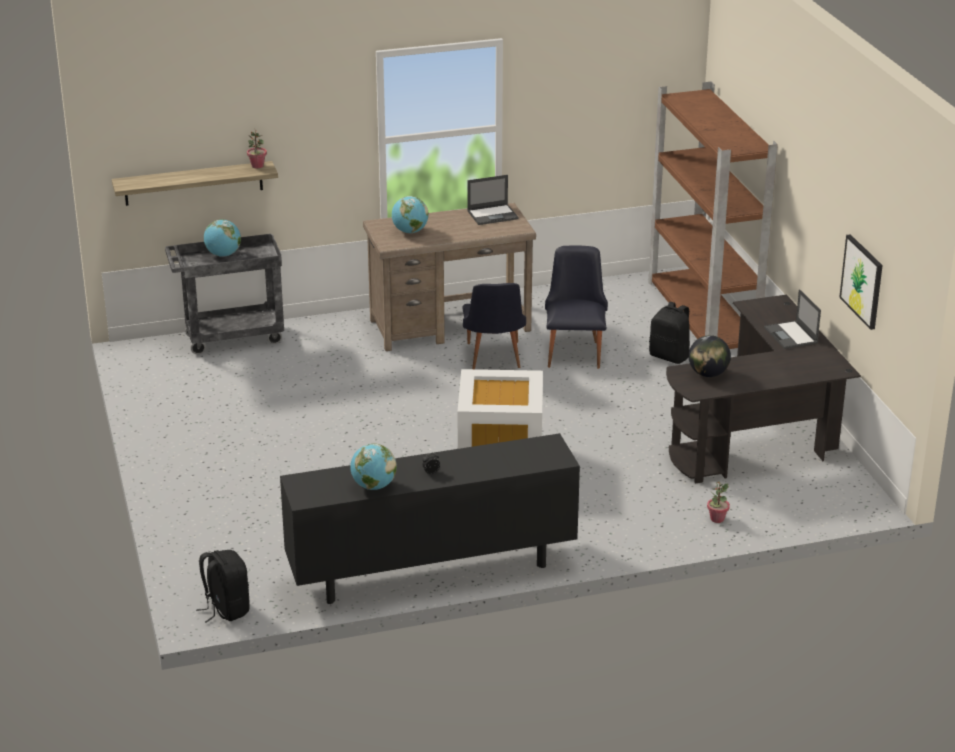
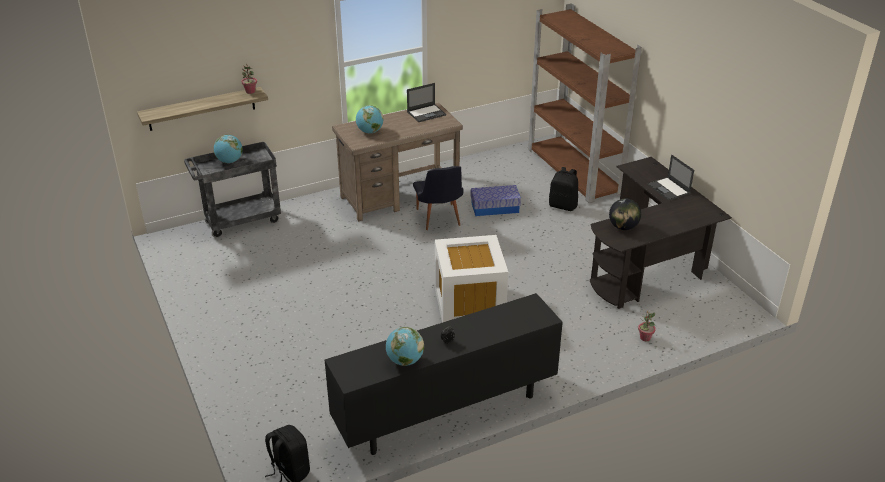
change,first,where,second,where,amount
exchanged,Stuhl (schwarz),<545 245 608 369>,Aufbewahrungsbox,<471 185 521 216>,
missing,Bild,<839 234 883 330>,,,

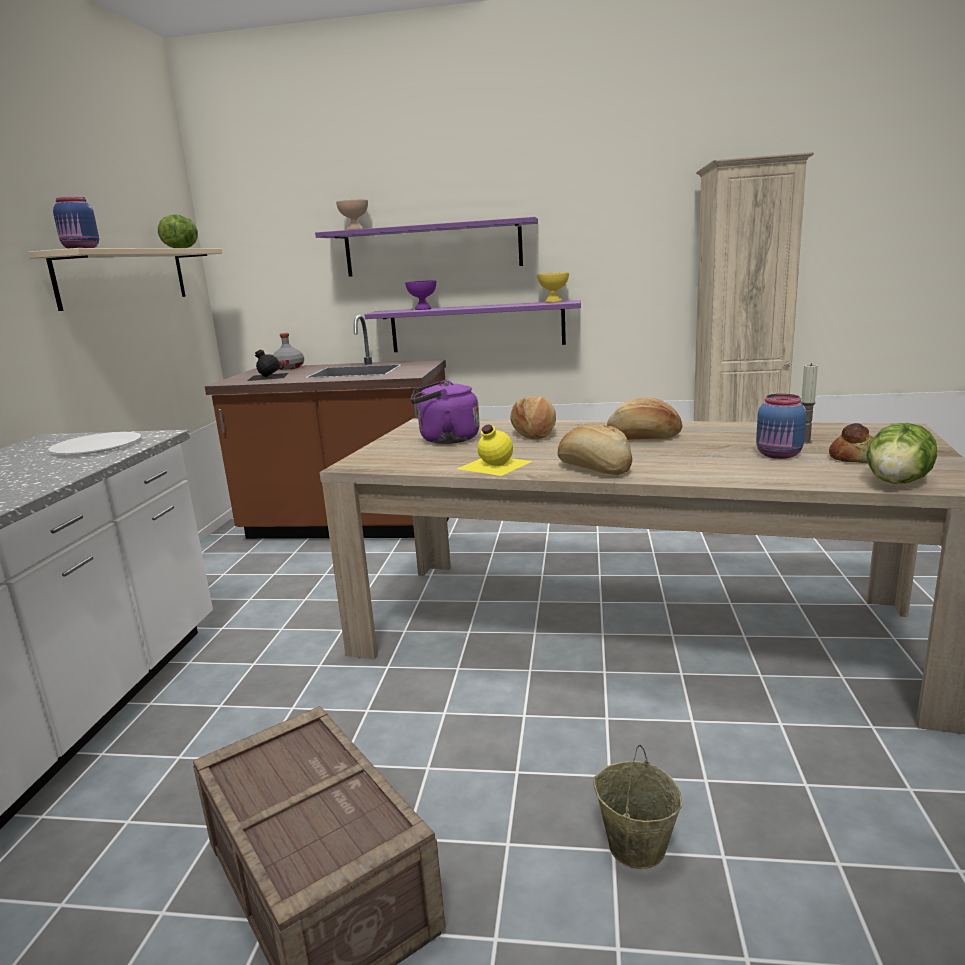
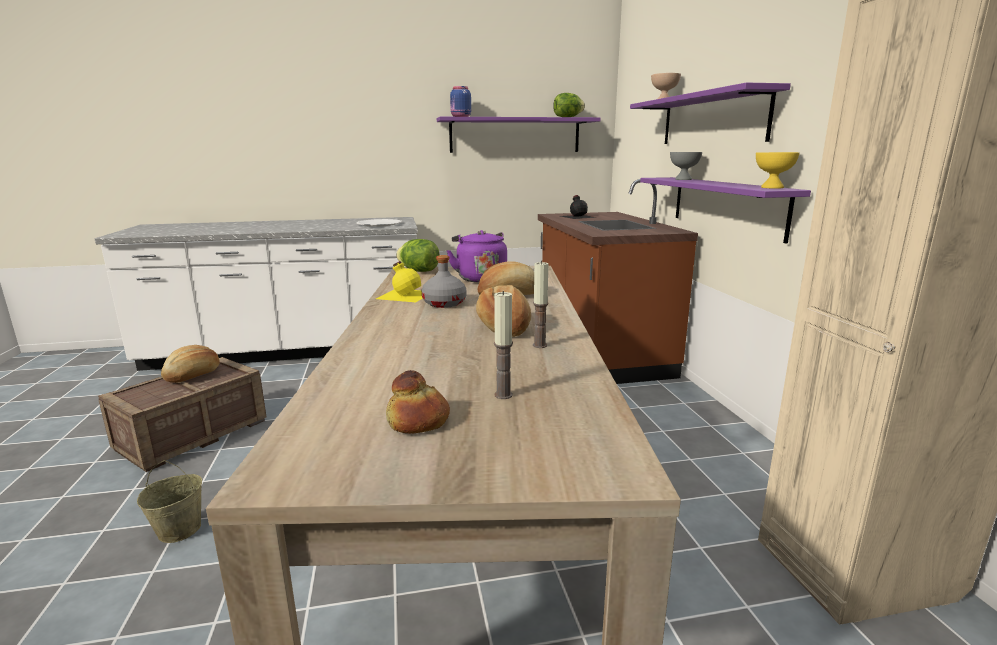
change,first,where,second,where,amount
colour,Wandregal (beige),<29 248 222 311>,Wandregal (lila),<437 117 601 153>,
relocated,Flasche (grau),<273 333 304 370>,,<421 255 467 308>,
colour,Schüssel (lila),<405 280 436 310>,Schüssel (grau),<670 152 702 180>,
relocated,Brot,<558 424 632 475>,,<161 345 220 383>,
missing,Vorratsglas (blau),<756 394 806 459>,,,
relocated,Salatkopf,<866 423 937 484>,,<396 239 440 272>,
appeared,,,Kerze,<533 261 548 348>,

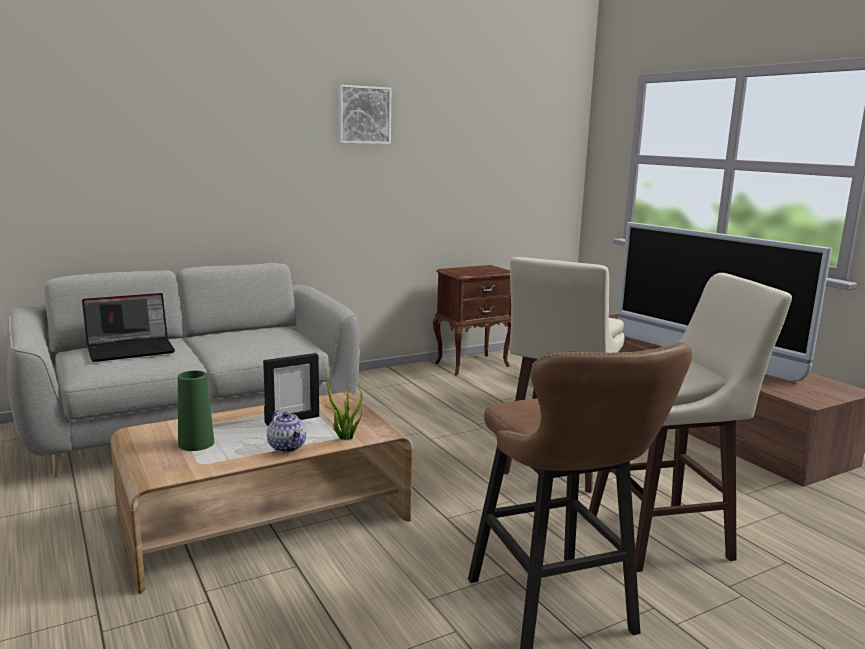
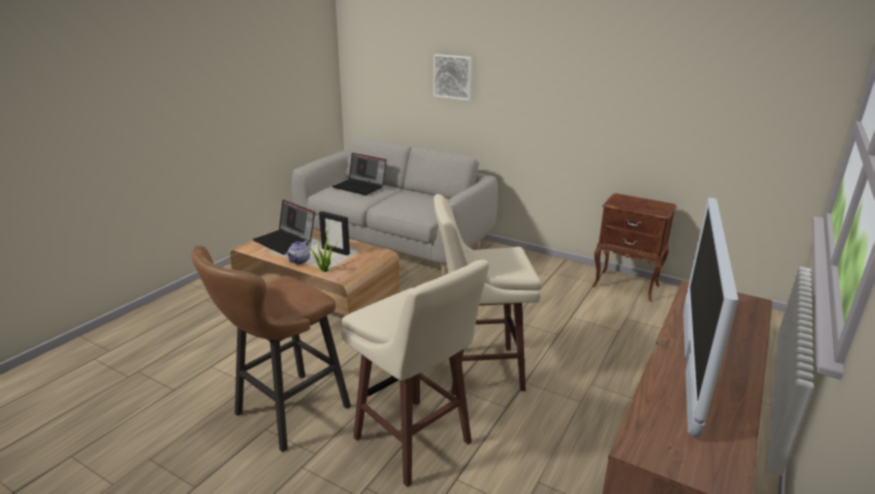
change,first,where,second,where,amount
exchanged,Vase (grün),<178 371 214 451>,Laptop,<253 200 315 255>,
relocated,Bild,<338 85 391 144>,,<433 54 473 101>,

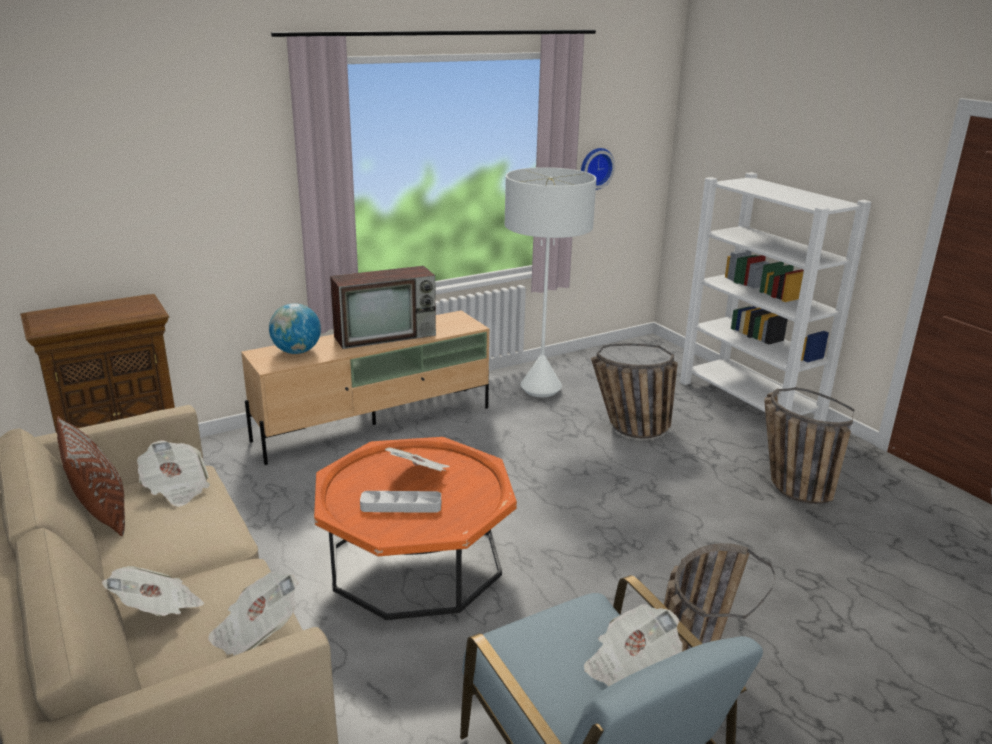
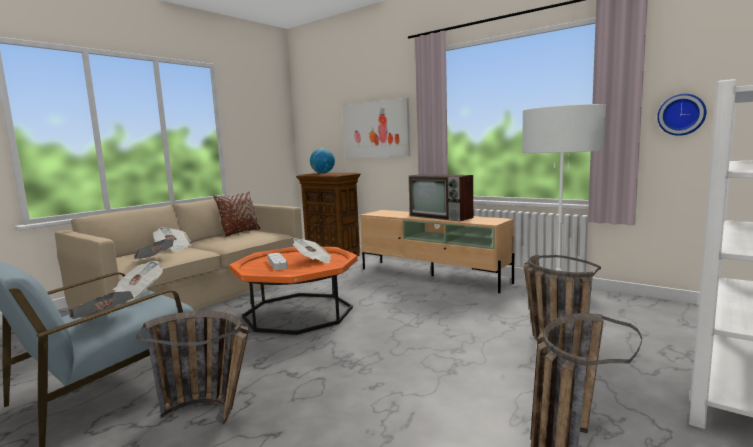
change,first,where,second,where,amount
relocated,Zeitung,<137 440 210 507>,,<113 261 163 302>,
relocated,Globus,<269 303 321 354>,,<310 148 335 173>,
appeared,,,Bild,<342 98 410 158>,

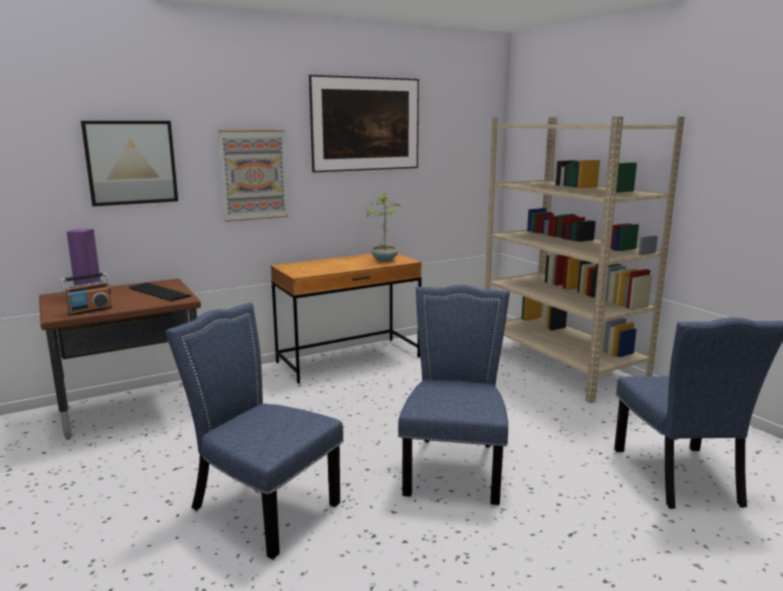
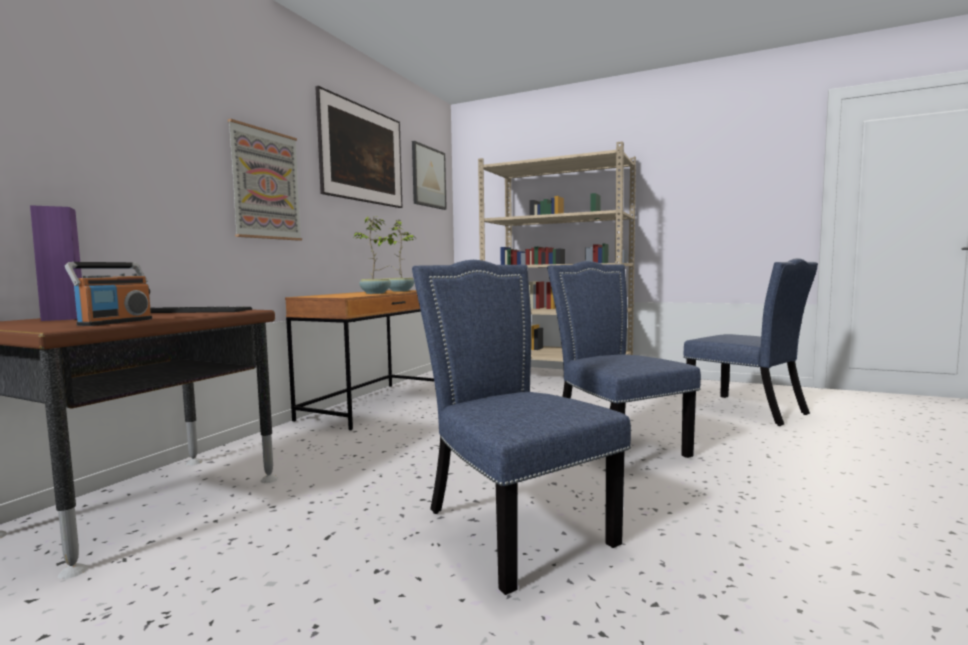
change,first,where,second,where,amount
relocated,Bild,<81 121 178 206>,,<412 141 447 210>,
spun,Stuhl (blau),<165 302 344 559>,,<412 260 631 595>,60 degrees clockwise
appeared,,,Topfpflanze,<354 216 397 294>,

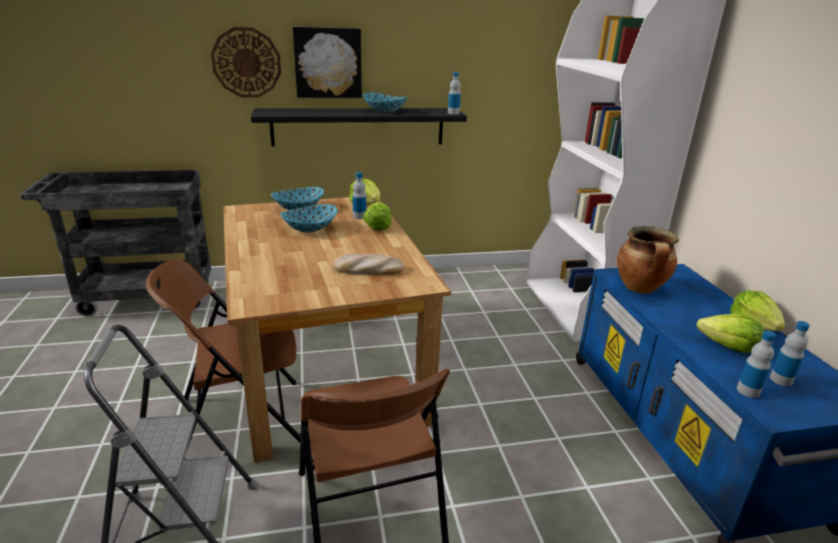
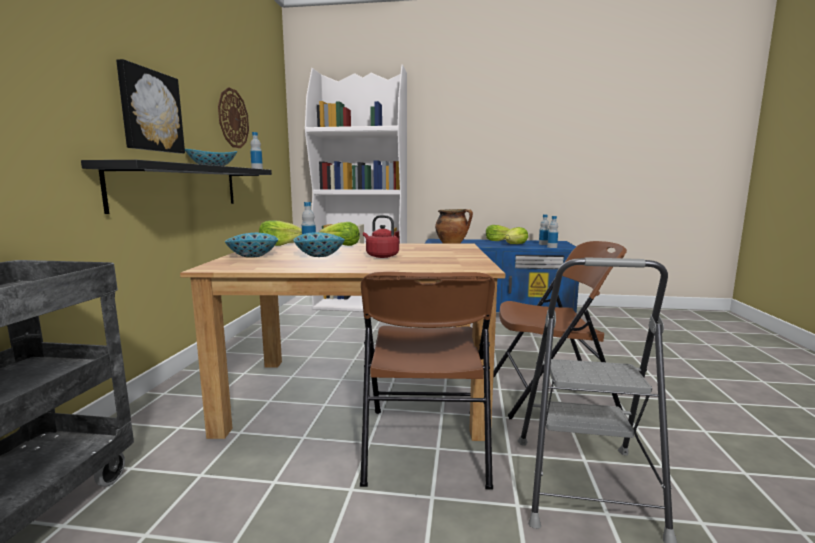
change,first,where,second,where,amount
relocated,Wanduhr,<211 27 281 98>,,<218 87 249 148>,
missing,Brot,<333 253 404 275>,,,
appeared,,,Wasserkessel (rot),<363 215 399 258>,

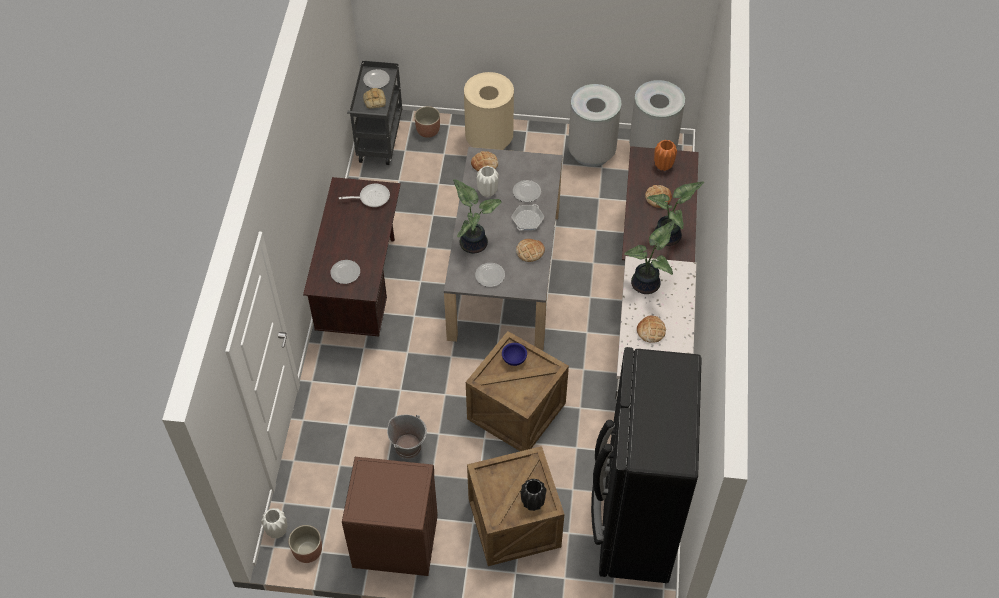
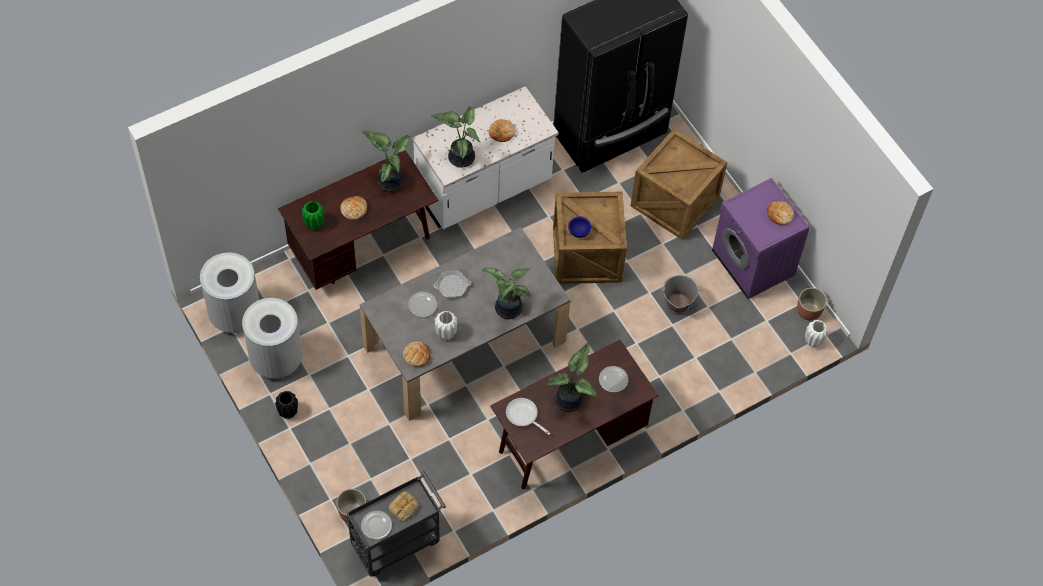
change,first,where,second,where,amount
colour,Waschmaschine (braun),<342 457 438 576>,Waschmaschine (lila),<712 178 810 299>,
missing,Mülleimer (beige),<464 72 514 150>,,,
missing,Teller,<475 263 505 287>,,,
relocated,Brot,<516 239 545 262>,,<767 201 794 225>,
relocated,Vase (schwarz),<521 479 547 511>,,<275 391 298 419>,
colour,Vase (orange),<654 140 677 171>,Vase (grün),<302 201 324 230>,
appeared,,,Topfpflanze,<548 342 597 412>,

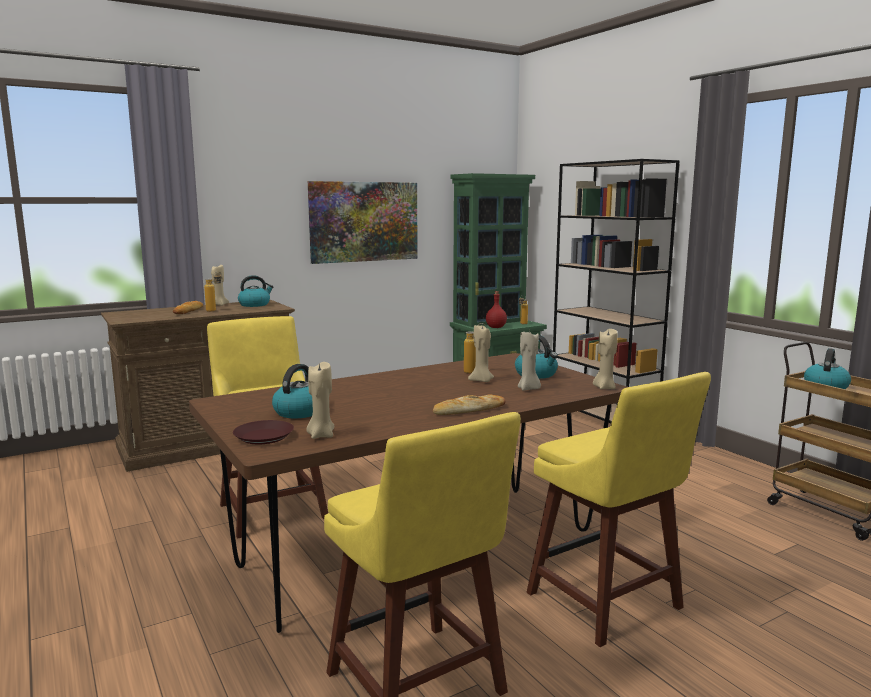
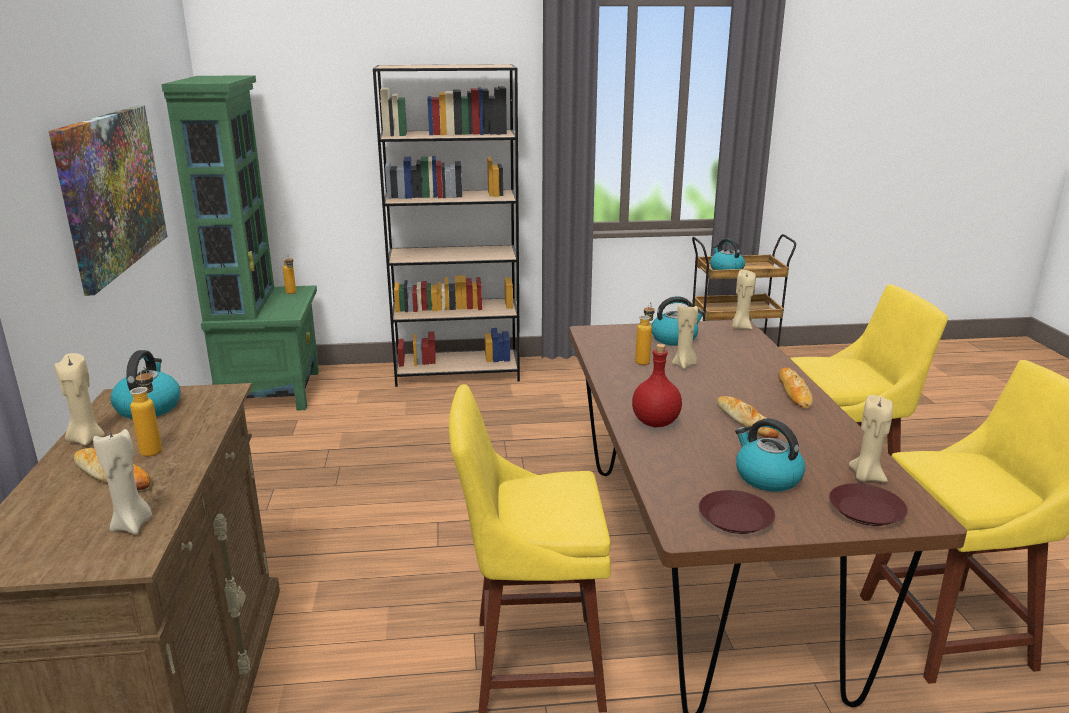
change,first,where,second,where,amount
relocated,Flasche (rot),<486 291 507 328>,,<632 344 682 427>,
relocated,Kerze (beige),<518 332 541 391>,,<93 429 152 534>,
appeared,,,Teller (braun),<699 490 775 534>,
appeared,,,Brot,<717 396 779 438>,

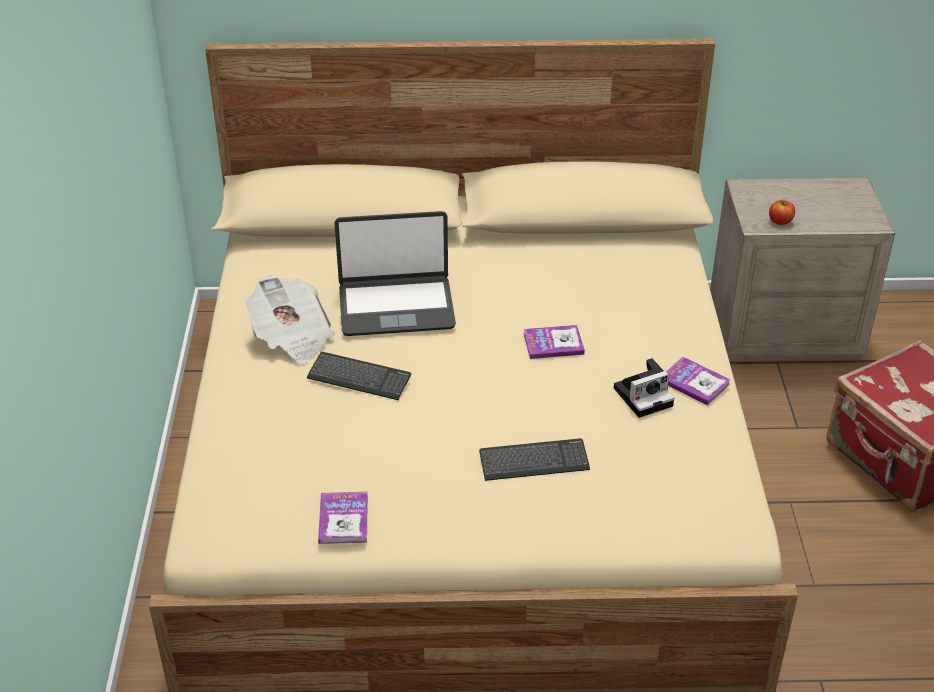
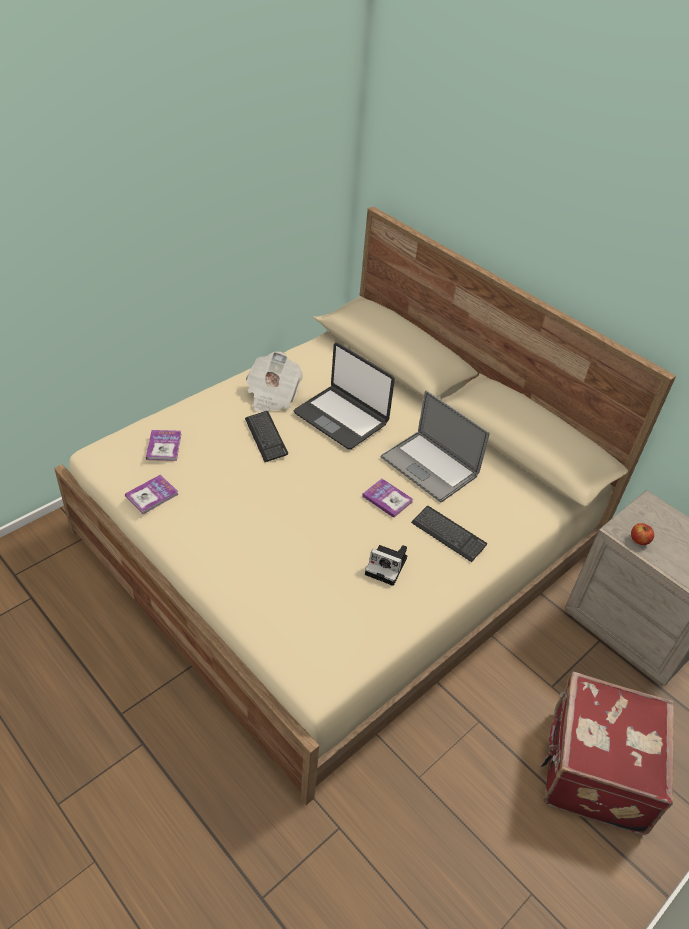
change,first,where,second,where,amount
relocated,Tastatur,<479 438 590 481>,,<411 506 487 562>,
relocated,Buch,<666 357 731 405>,,<146 430 181 461>,
appeared,,,Laptop,<381 390 490 502>,

